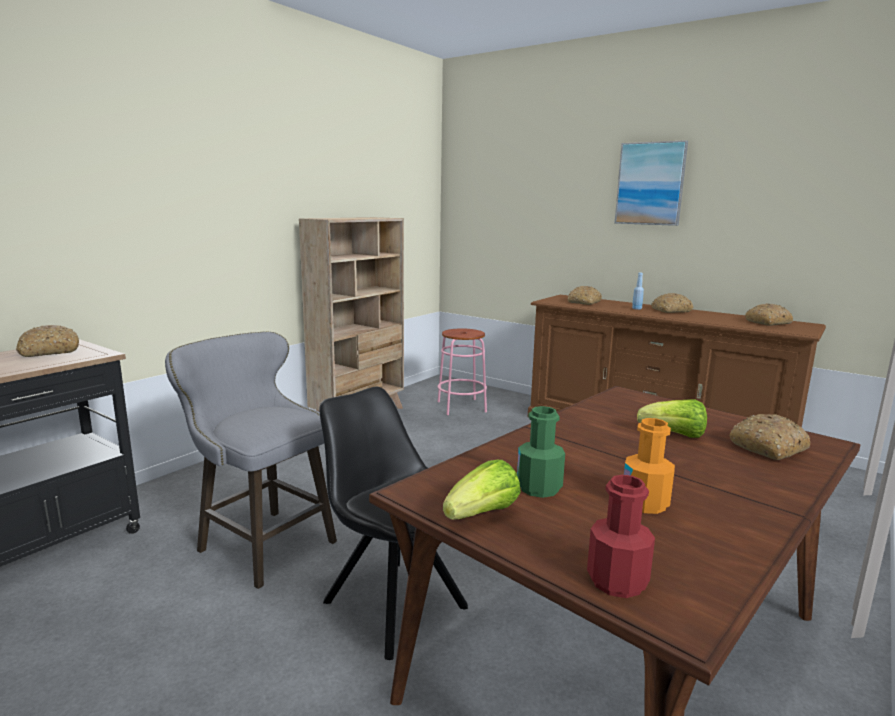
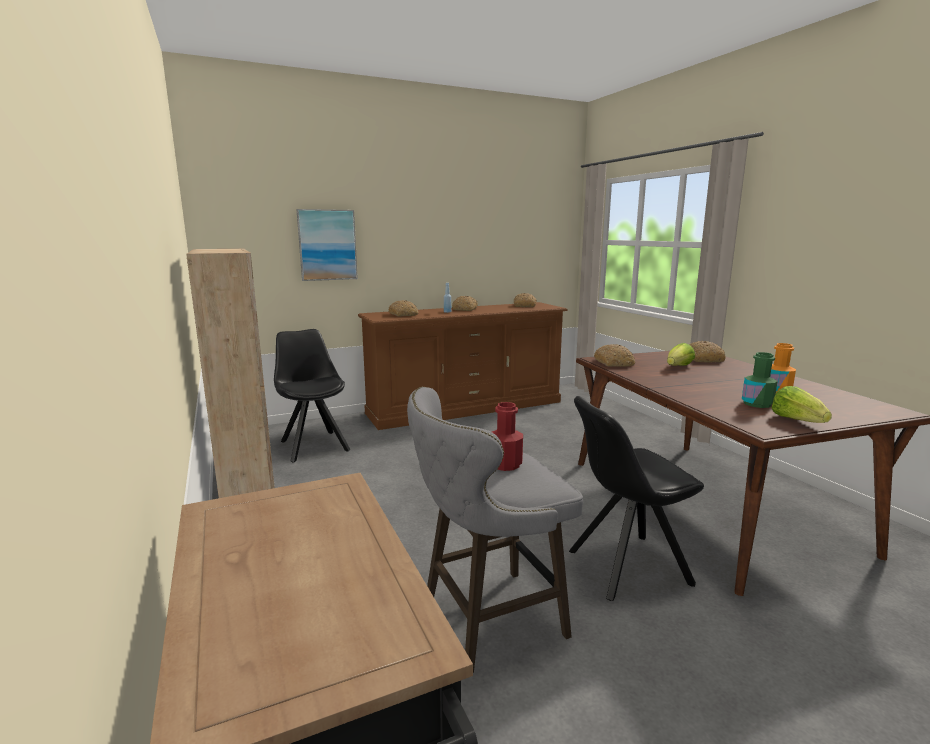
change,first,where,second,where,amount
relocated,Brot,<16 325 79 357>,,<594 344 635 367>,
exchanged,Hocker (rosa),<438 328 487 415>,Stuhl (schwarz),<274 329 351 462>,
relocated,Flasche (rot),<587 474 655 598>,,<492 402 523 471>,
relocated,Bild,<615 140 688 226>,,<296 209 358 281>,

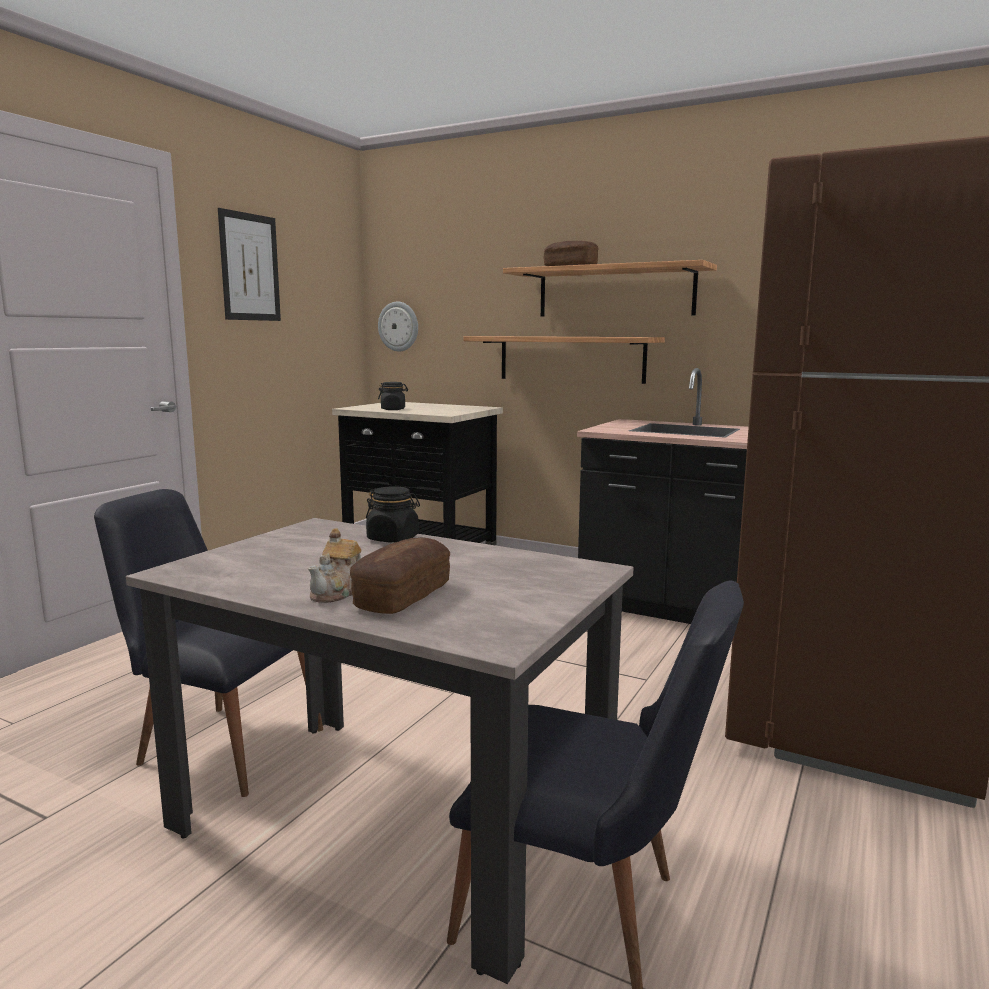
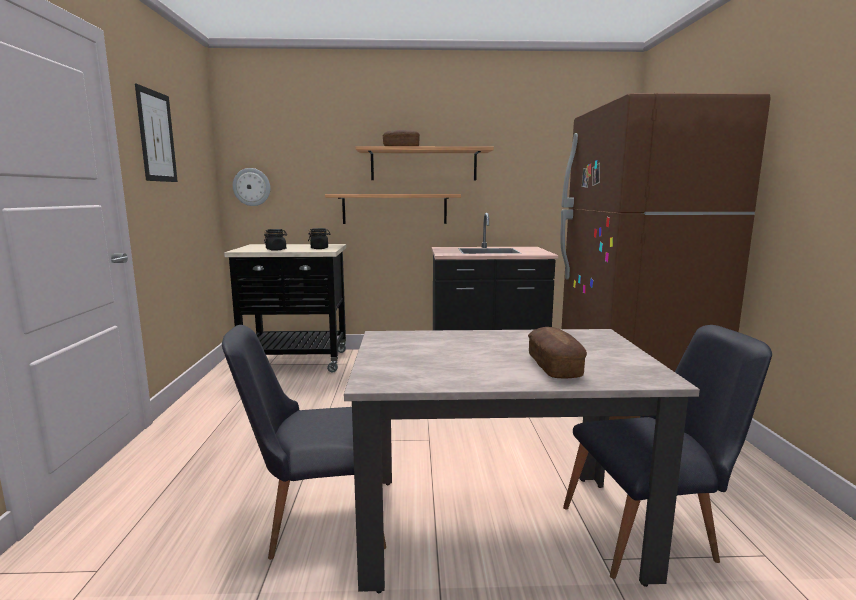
change,first,where,second,where,amount
missing,Teekanne,<308 528 361 603>,,,
relocated,Vorratsglas (schwarz),<366 486 420 542>,,<308 228 330 249>,

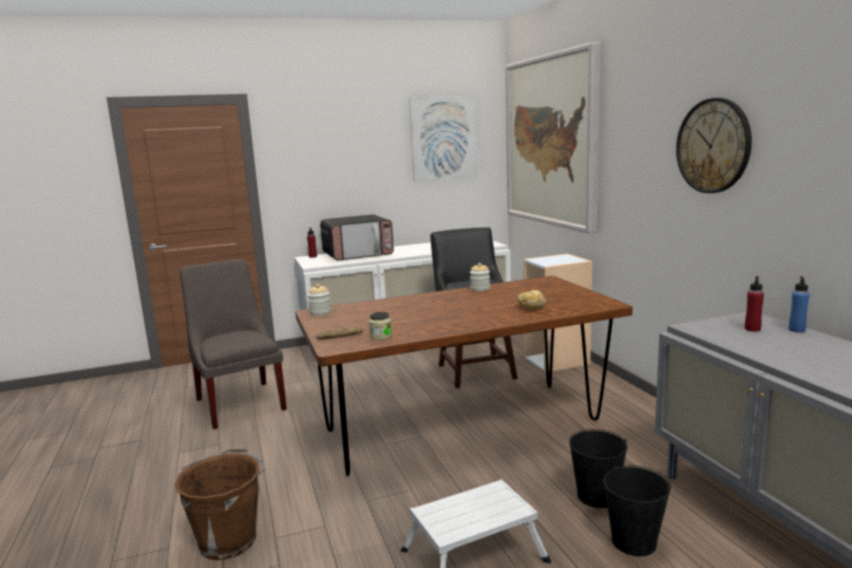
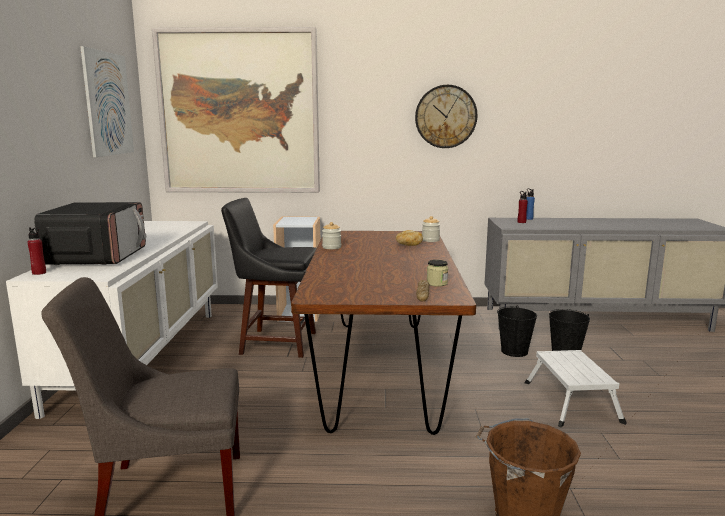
change,first,where,second,where,amount
relocated,Vorratsglas,<307 284 331 316>,,<422 216 440 242>,

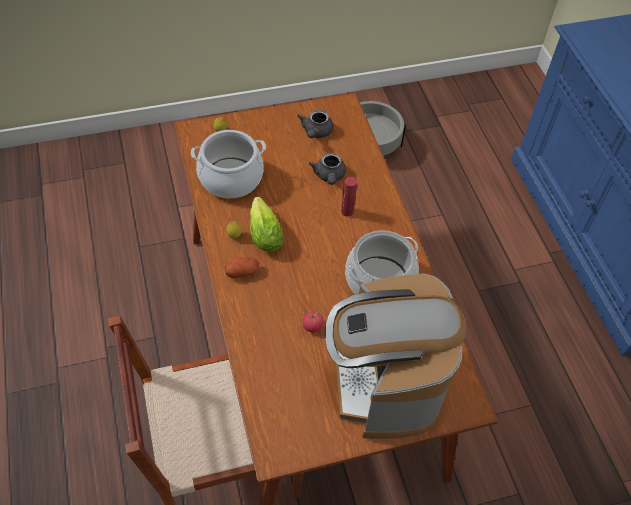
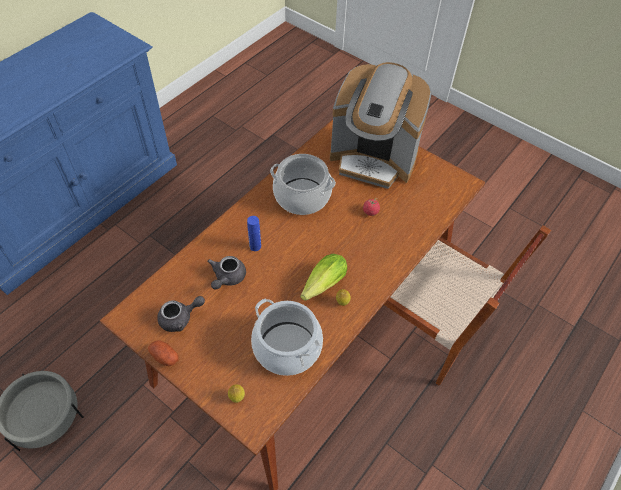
change,first,where,second,where,amount
relocated,Kartoffel,<224 257 259 278>,,<148 340 178 366>,
spun,Teekanne (grau),<309 153 346 185>,,<207 256 246 290>,150 degrees clockwise
spun,Kaffeemaschine,<325 273 466 439>,,<330 62 432 189>,60 degrees clockwise
colour,Flasche (rot),<341 177 357 217>,Flasche (blau),<247 216 261 251>,

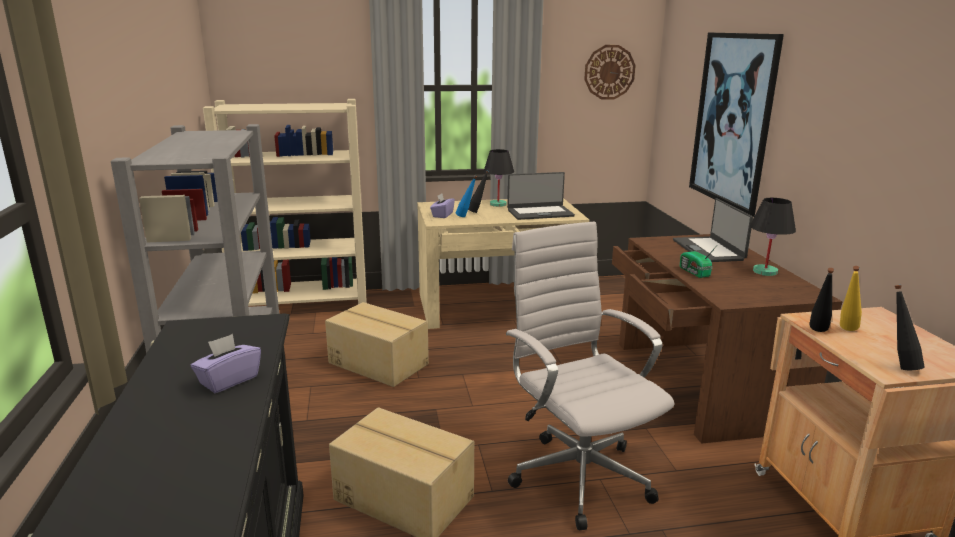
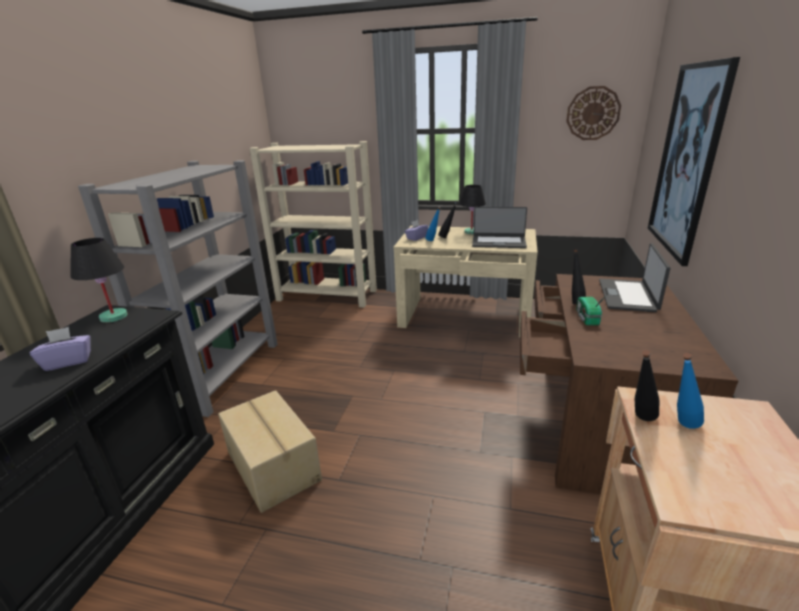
change,first,where,second,where,amount
missing,Karton,<325 302 429 387>,,,
missing,Bürostuhl (weiß),<506 221 674 530>,,,
relocated,Tischlampe (schwarz),<750 198 796 276>,,<71 238 128 323>,
colour,Flasche (gelb),<840 266 862 331>,Flasche (blau),<677 353 704 429>,
relocated,Flasche (schwarz),<895 285 925 370>,,<572 250 586 304>,

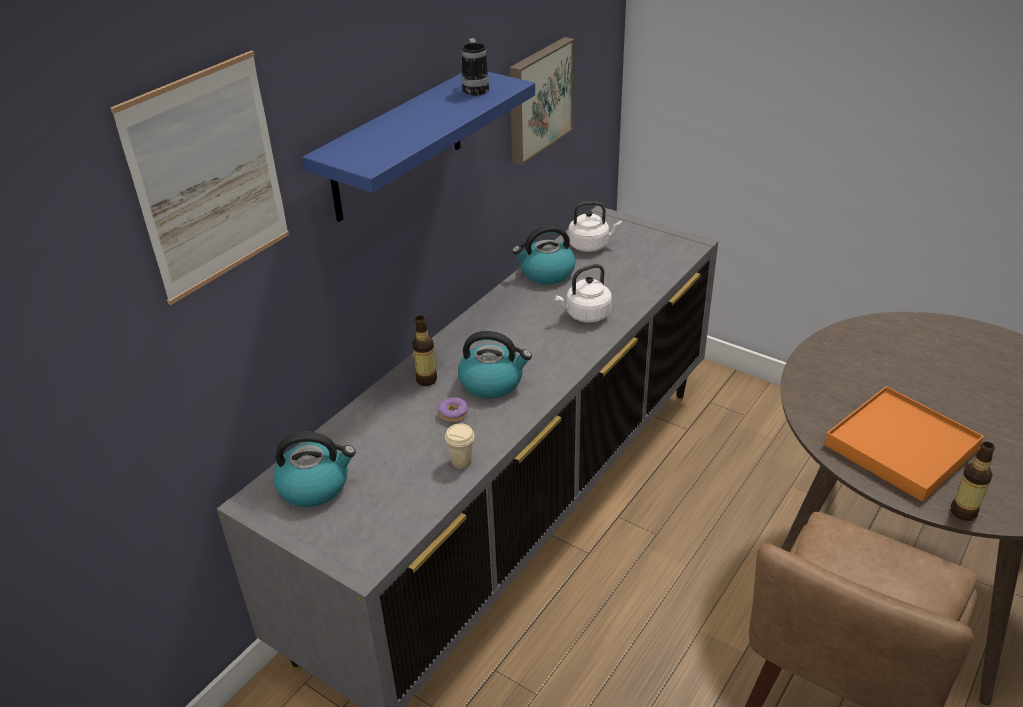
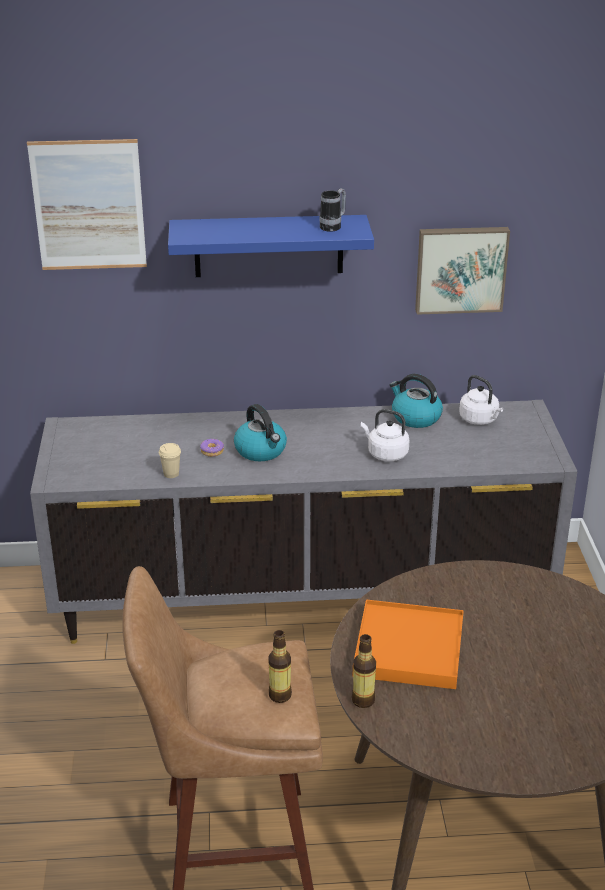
change,first,where,second,where,amount
missing,Wasserkessel,<273 432 356 507>,,,
relocated,Flasche,<412 316 437 386>,,<268 630 292 703>,

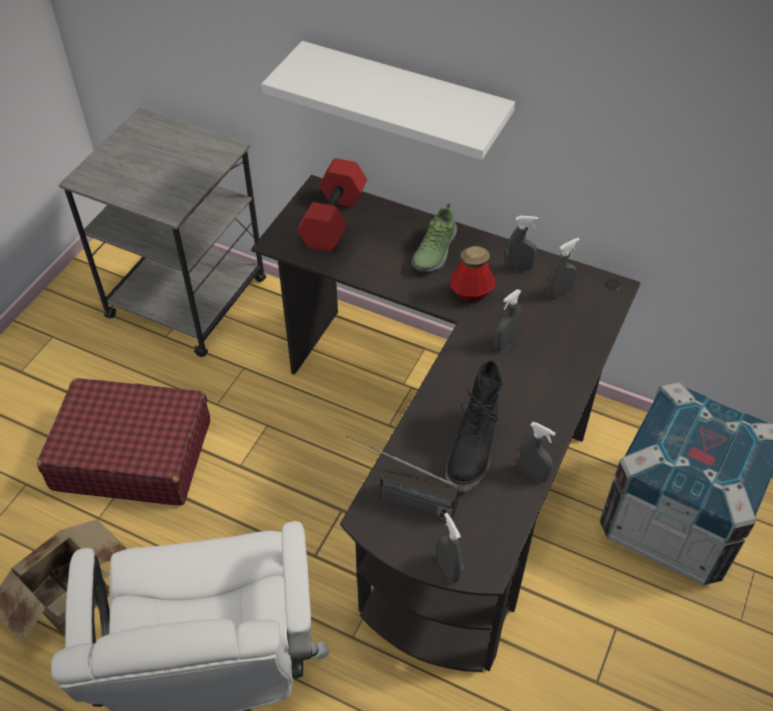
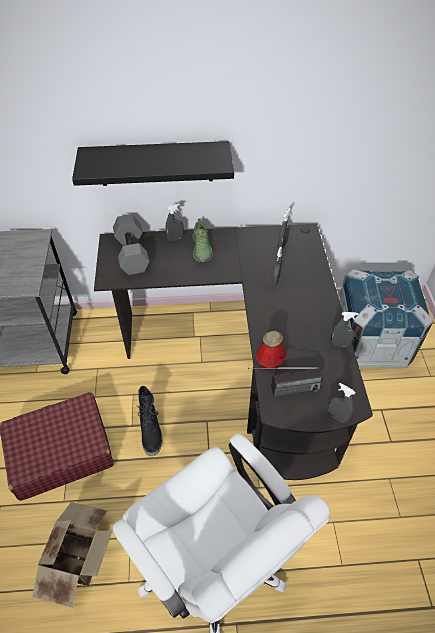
change,first,where,second,where,amount
colour,Wandregal (weiß),<262 41 515 160>,Wandregal (schwarz),<72 141 234 186>,
colour,Hantel (rot),<297 158 367 252>,Hantel (grau),<113 214 149 275>,
relocated,Stiefel (schwarz),<445 360 503 492>,,<137 386 163 456>,
relocated,Flasche,<450 246 495 303>,,<255 331 287 368>,
relocated,Sprühflasche (grau),<505 216 538 271>,,<166 203 184 241>,

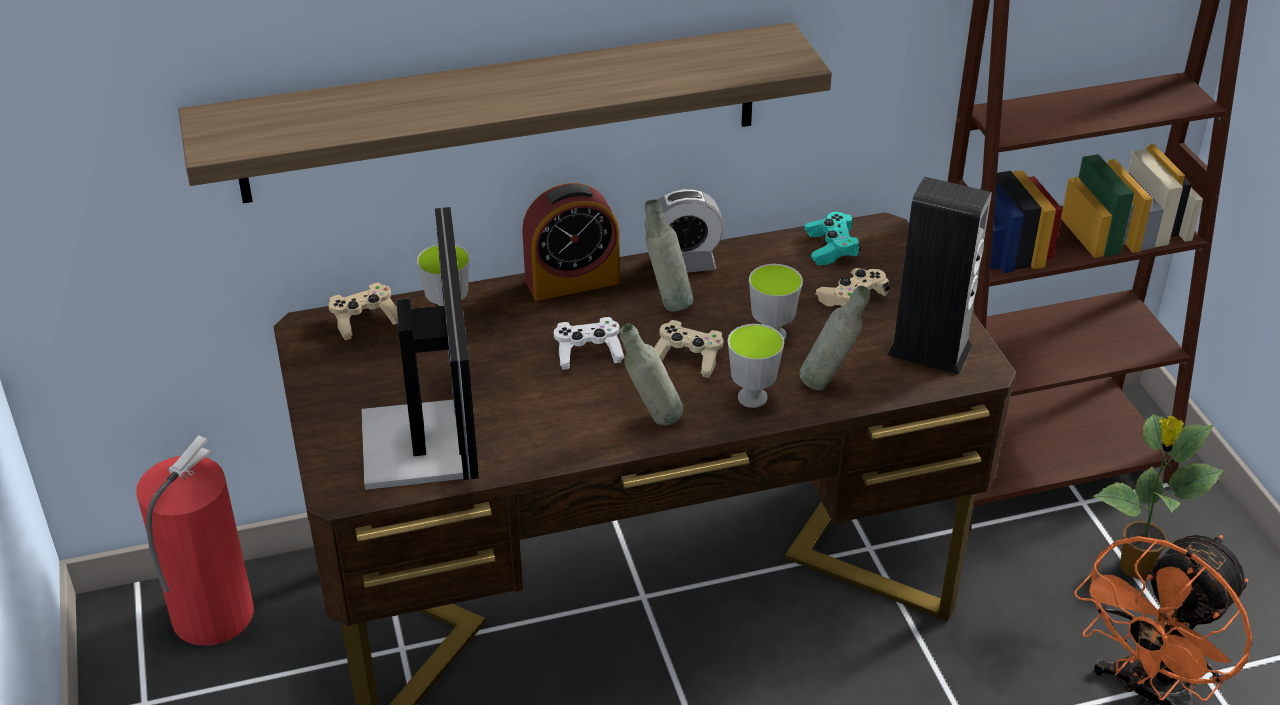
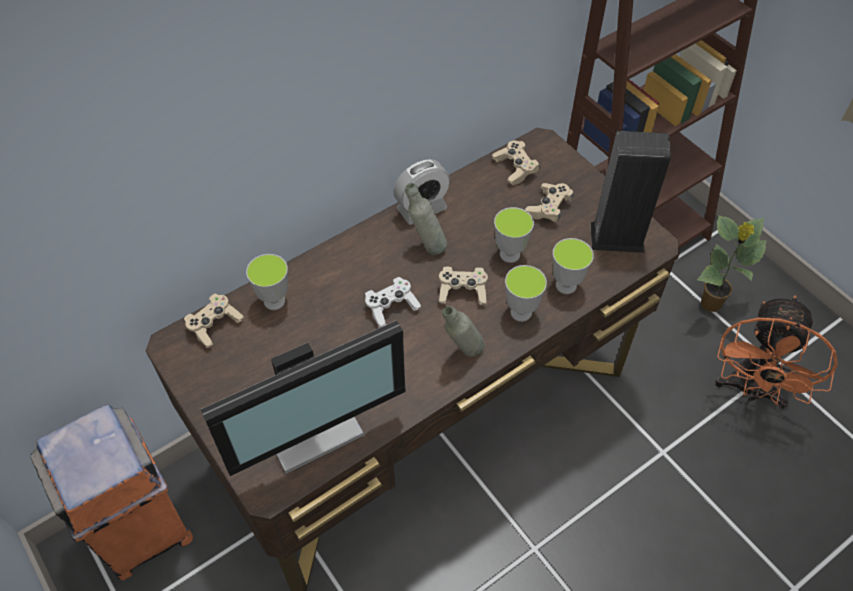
change,first,where,second,where,amount
exchanged,Feuerlöscher,<136 435 254 646>,Mülleimer (orange),<30 404 193 581>,
missing,Wandregal,<178 22 832 203>,,,
spun,Monitor,<361 207 479 490>,,<200 320 405 476>,90 degrees clockwise
missing,Wecker,<522 183 620 301>,,,
exchanged,Flasche (grau),<799 286 870 390>,Tasse,<553 238 594 294>,
colour,Gamepad (türkis),<804 212 861 265>,Gamepad (beige),<492 140 540 186>,

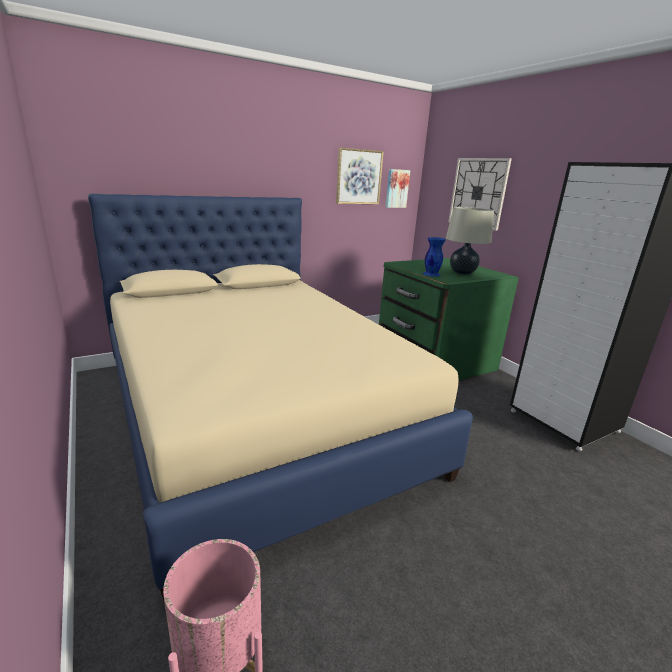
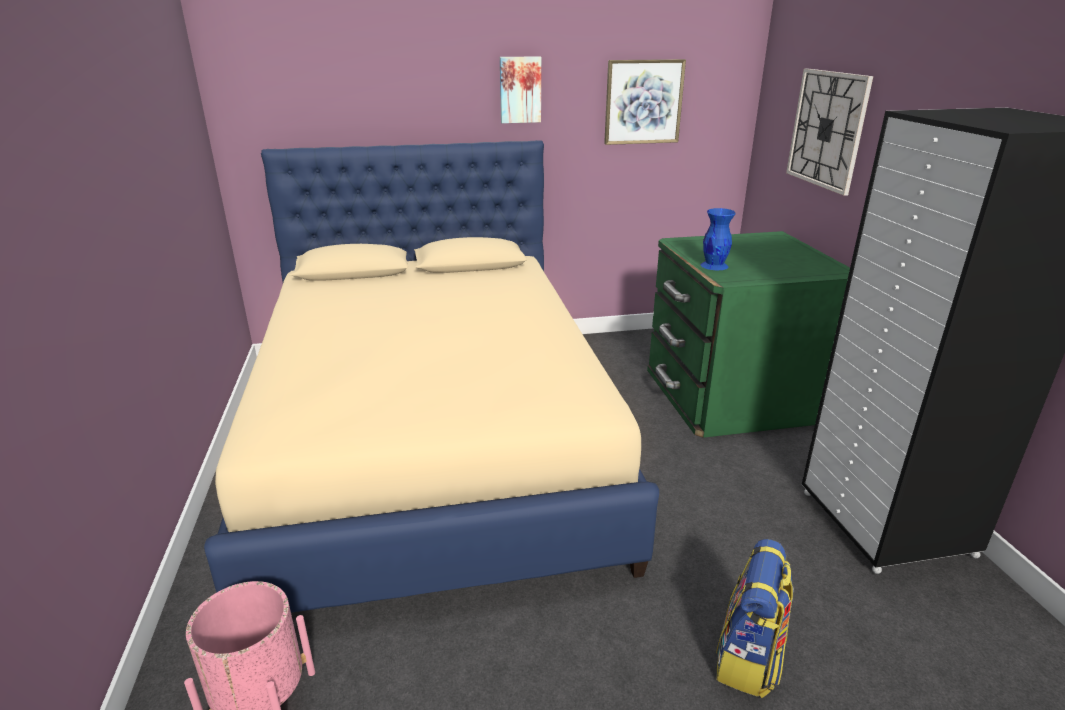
change,first,where,second,where,amount
relocated,Bild,<386 169 410 208>,,<500 56 541 123>,
missing,Tischlampe (beige),<446 207 494 275>,,,
appeared,,,Rucksack,<716 539 794 698>,

